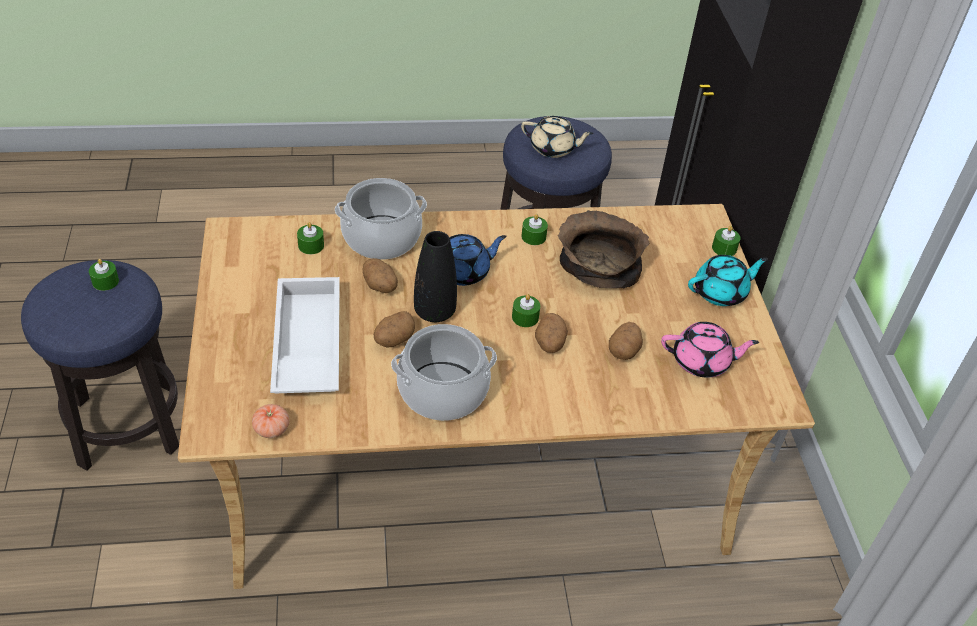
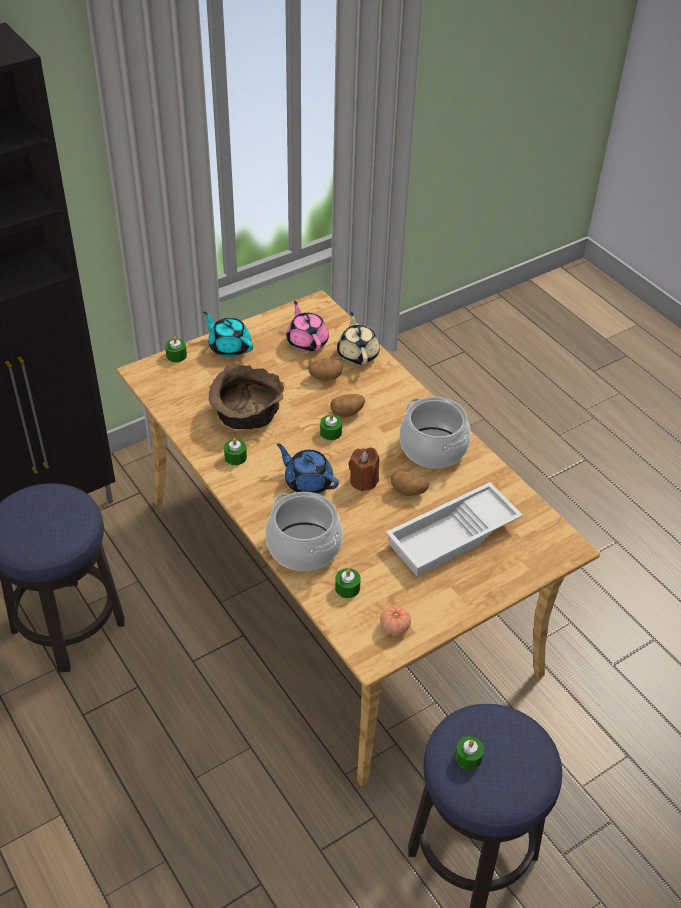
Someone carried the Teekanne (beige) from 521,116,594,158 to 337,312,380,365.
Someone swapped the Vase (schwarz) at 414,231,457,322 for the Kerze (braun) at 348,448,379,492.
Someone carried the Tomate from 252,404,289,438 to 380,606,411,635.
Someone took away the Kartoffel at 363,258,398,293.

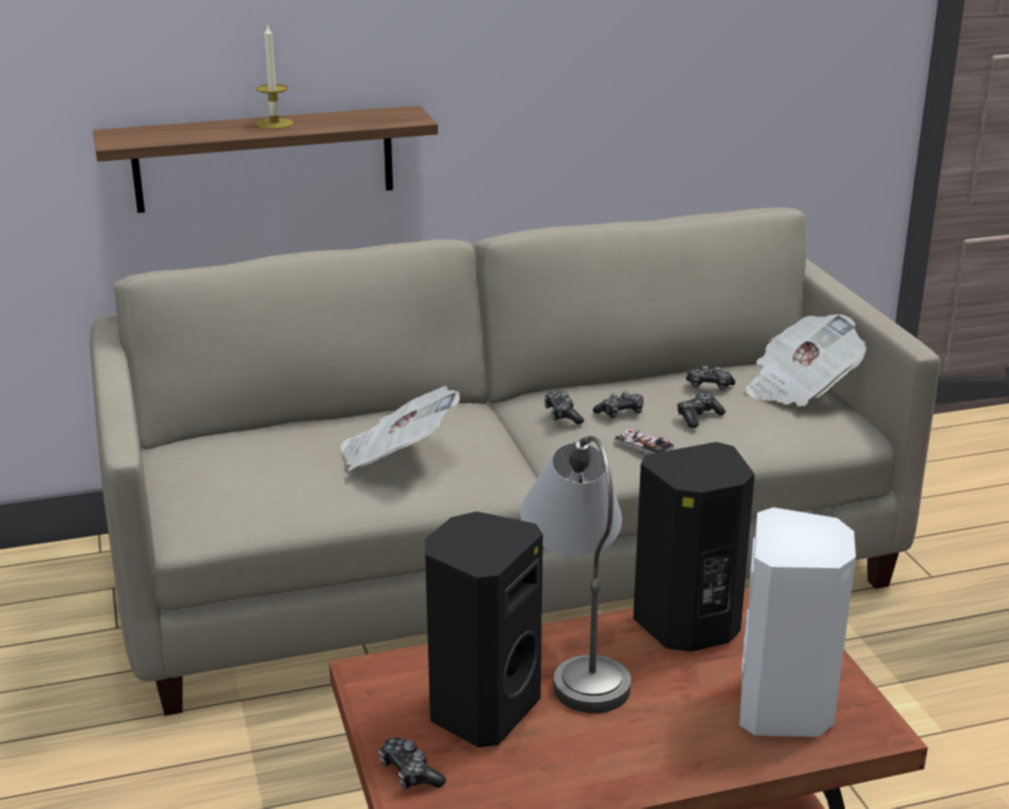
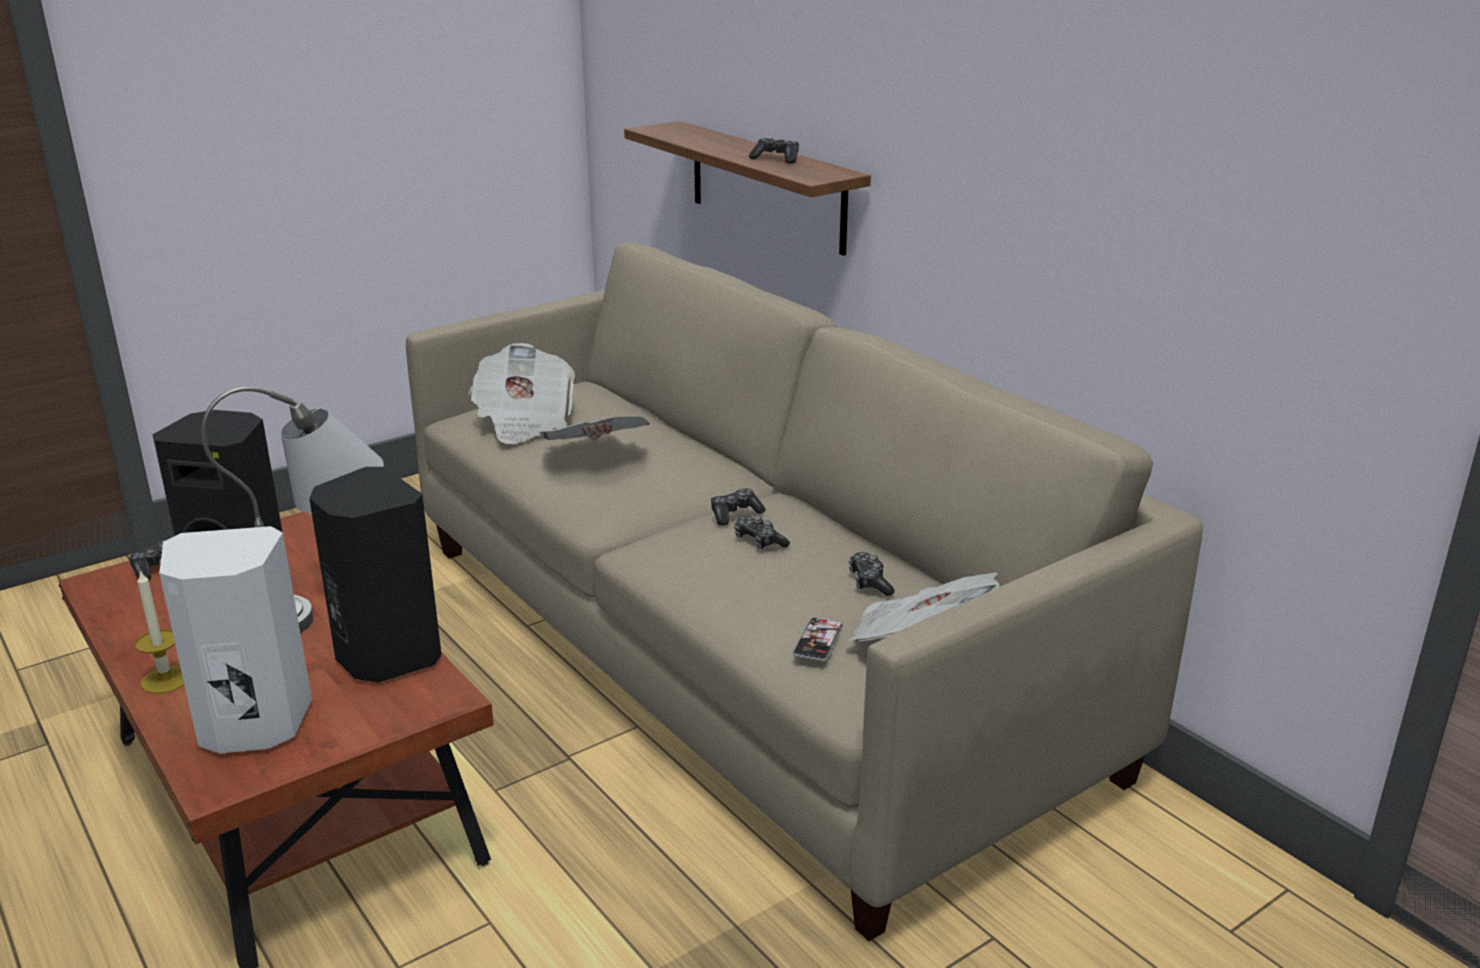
Someone carried the Kerze from 256,23,293,129 to 135,569,184,694.
Someone put down the Zeitung at 469,343,575,444.
Someone carried the Gamepad from 677,393,726,428 to 749,138,799,164.
Someone carried the Handy from 614,427,674,454 to 793,616,843,662.

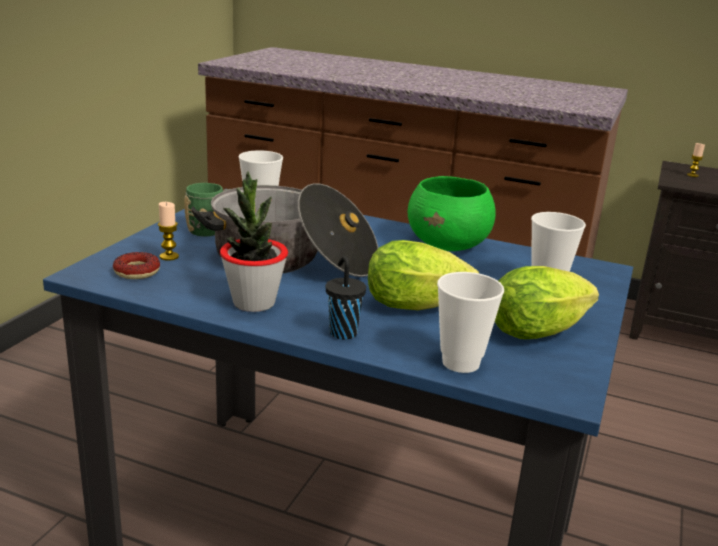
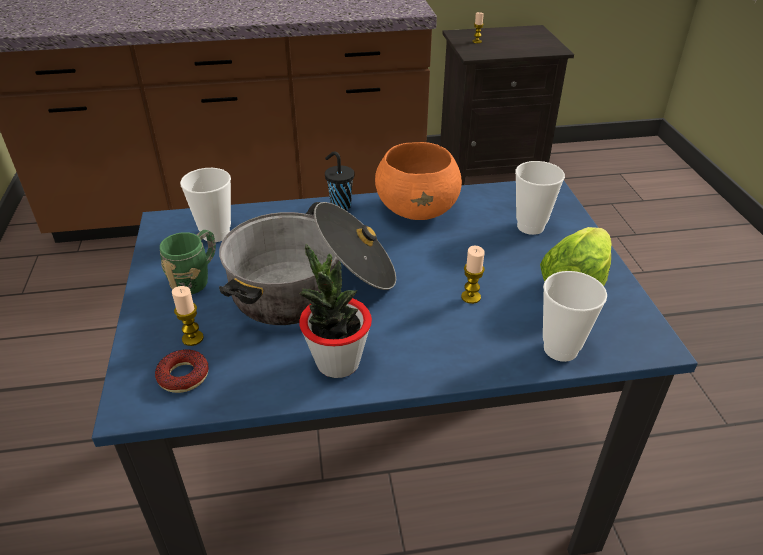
Someone carried the Tasse (schwarz) from 326,256,366,340 to 325,151,355,210.
Someone repainted the Schüssel (grün) at 407,176,496,251, which became the Schüssel (orange) at 375,142,462,220.
Someone swapped the Salatkopf at 368,240,479,310 for the Kerze at 461,246,485,304.

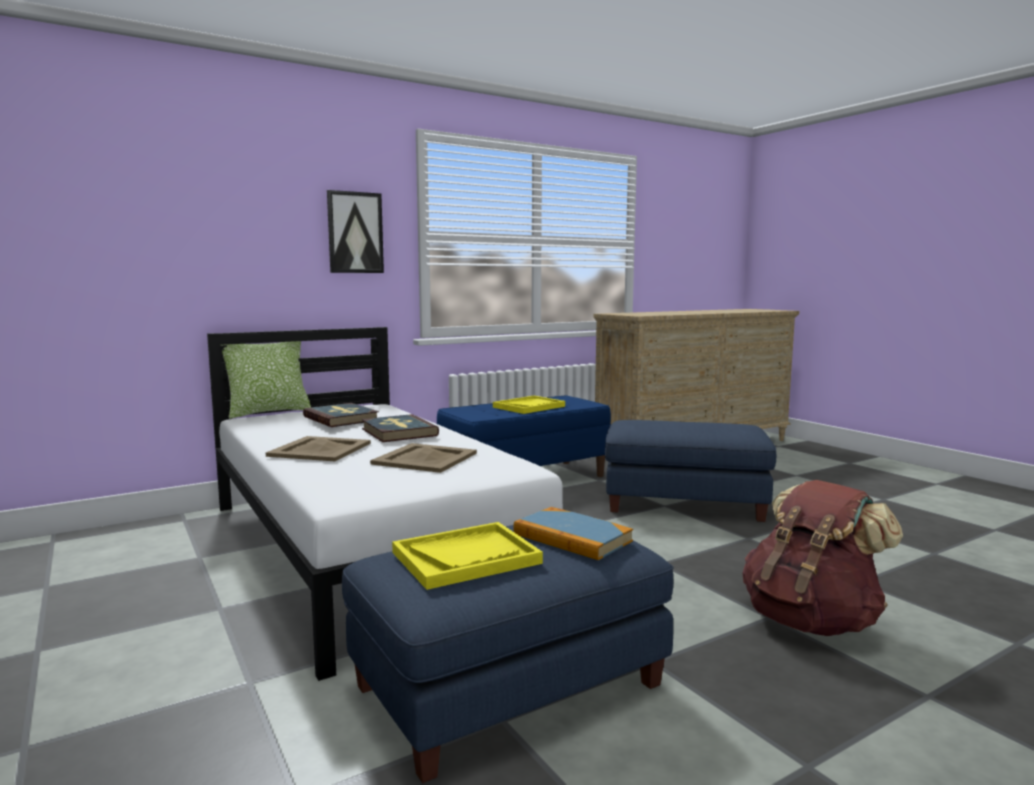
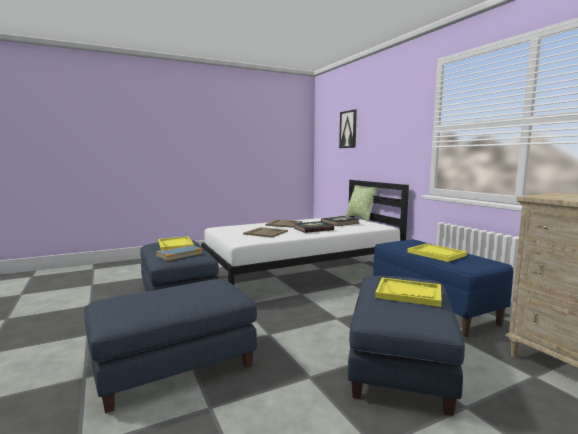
Someone swapped the Rucksack (braun) at 743,480,903,636 for the Polsterhocker (blau) at 84,279,257,413.
Someone carried the Bild from 327,190,384,273 to 339,109,357,148.
Someone put down the Tablett (gelb) at 375,278,442,307.

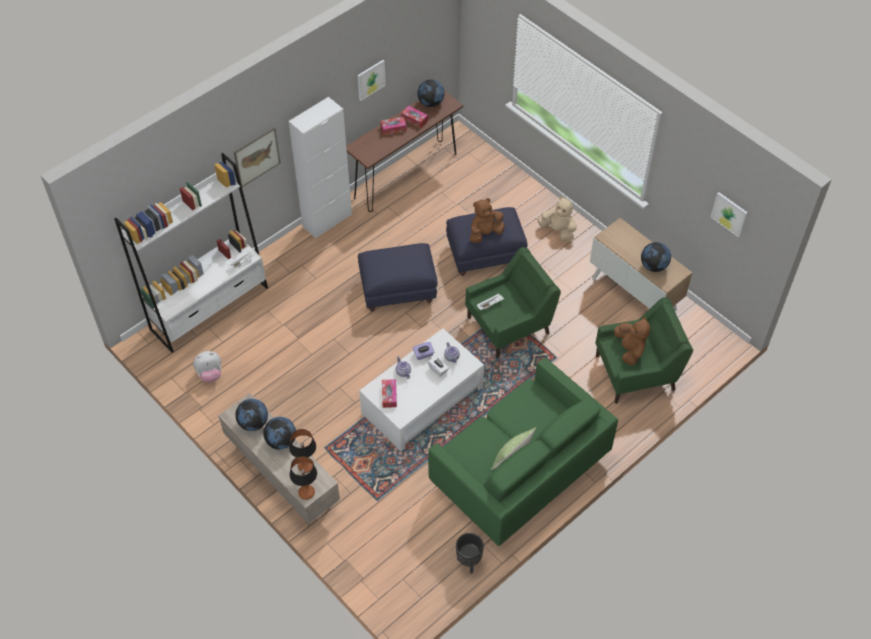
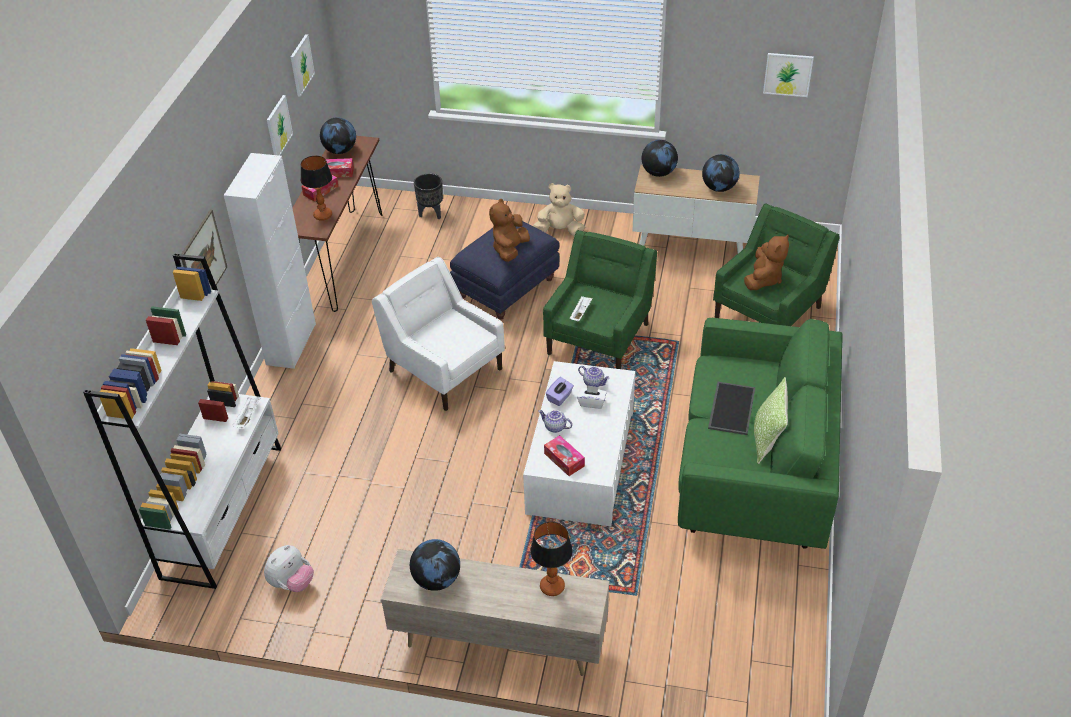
Someone put up the Bild at 291,34,315,97.
Someone carried the Tischlampe from 290,456,317,500 to 301,156,332,221.
Someone swapped the Polsterhocker (blau) at 358,243,438,312 for the Sessel (weiß) at 372,257,505,411.
Someone carried the Pflanzkübel (schwarz) from 456,533,484,574 to 414,173,443,219.
Someone carried the Globus from 263,417,296,449 to 642,140,678,177.
Someone put down the Tablett at 708,382,755,435.
Someone rotated the Plüschtier (braun) at 614,316,650,365 by 75 degrees clockwise.

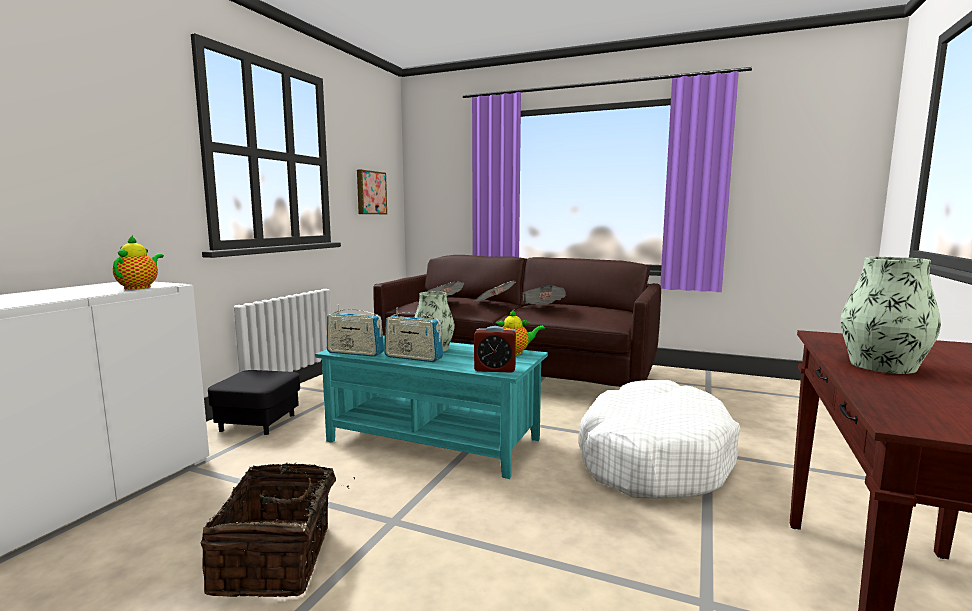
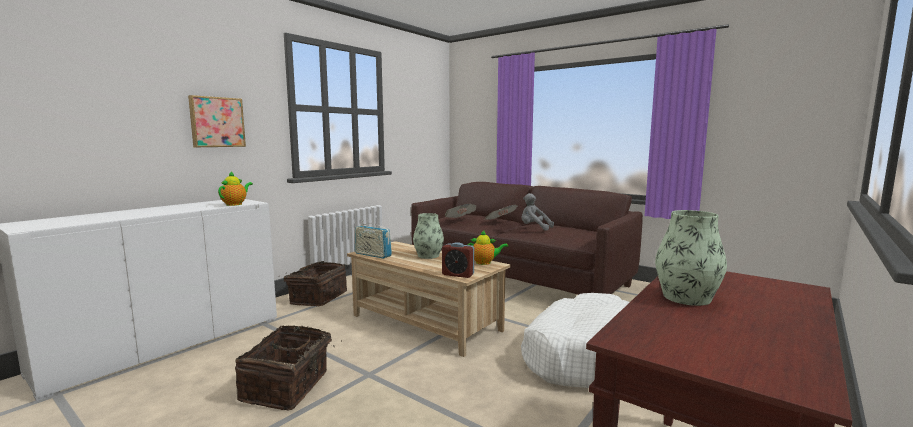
Someone carried the Bild from 357,169,387,214 to 188,95,246,147.
Someone swapped the Polsterhocker (schwarz) at 208,370,300,435 for the Korb at 279,261,347,306.
Someone repainted the Couchtisch (türkis) at 315,335,548,479, which became the Couchtisch (beige) at 347,241,510,357.
Someone swapped the Zeitung at 523,285,567,305 for the Plüschtier (grau) at 522,193,554,231.
Someone took away the Radio at 384,307,443,362.

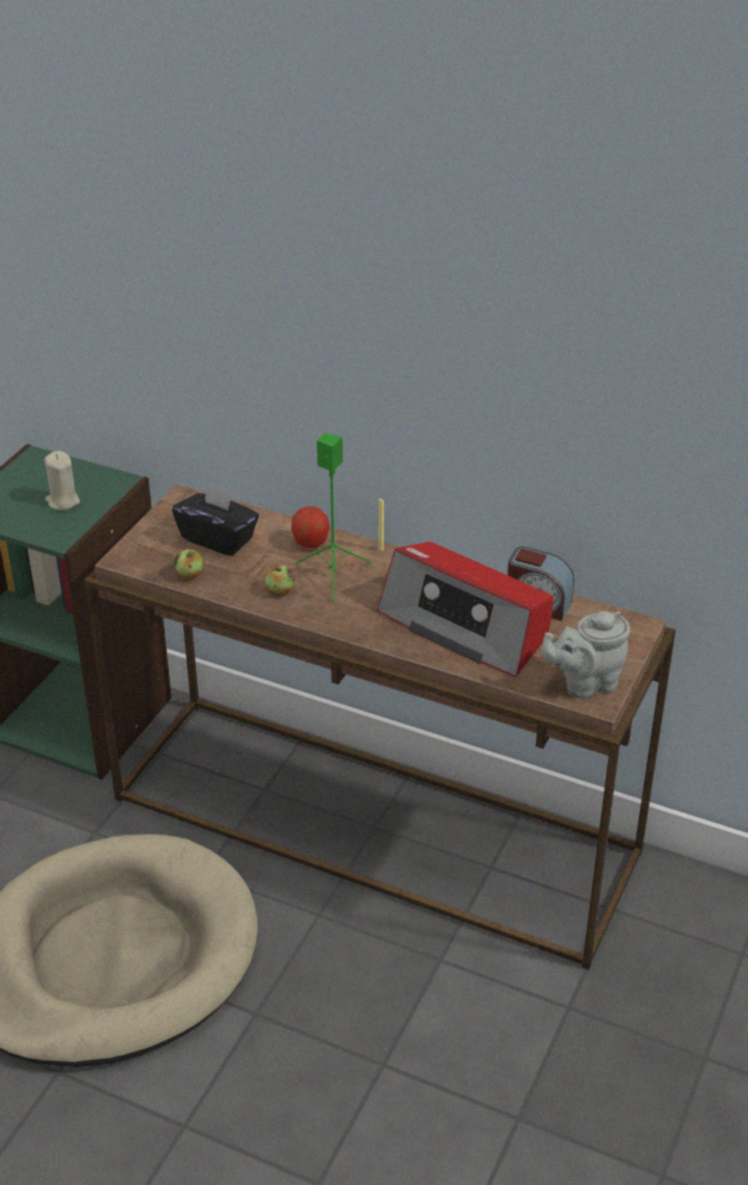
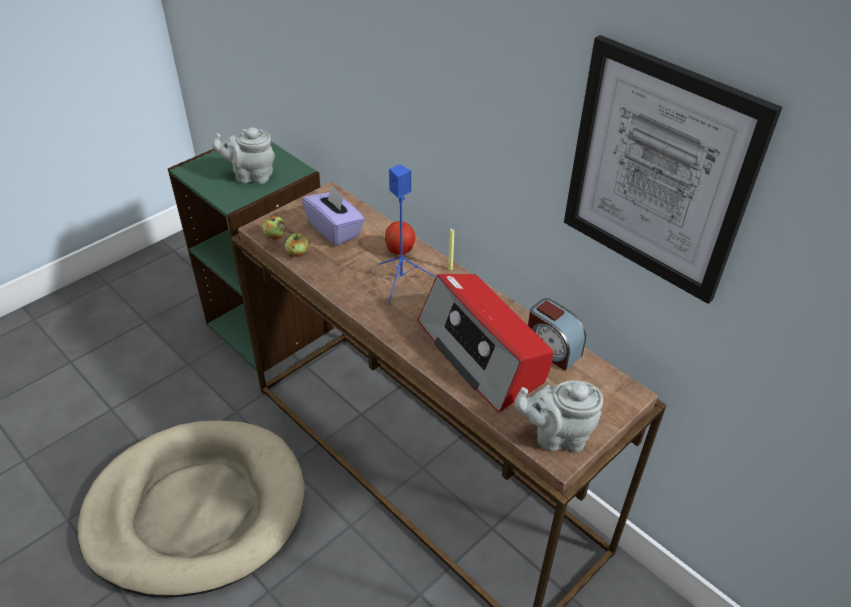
Someone swapped the Kerze (beige) at 44,451,80,511 for the Teekanne (grau) at 212,127,275,184.
Someone carried the Apfel from 265,565,295,596 to 262,216,286,240.
Someone repainted the Taschentuchbox (schwarz) at 172,482,259,556, which became the Taschentuchbox (lila) at 302,185,365,246.
Someone repainted the Lautsprecher (grün) at 295,433,372,604, which became the Lautsprecher (blau) at 379,164,436,305.
Someone put up the Bild at 564,35,782,304.

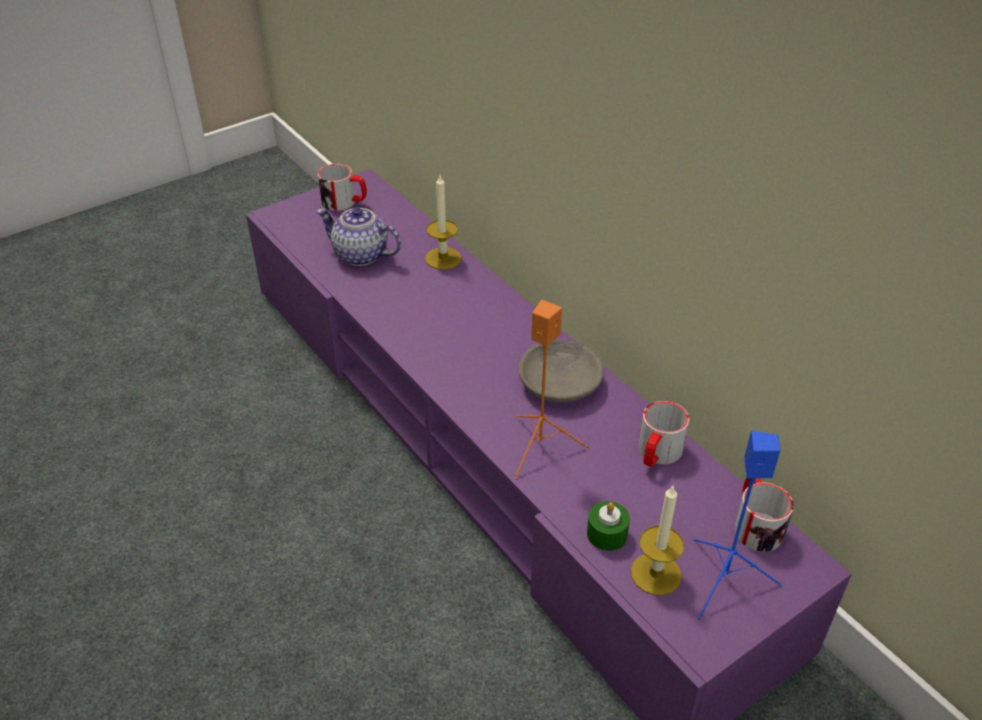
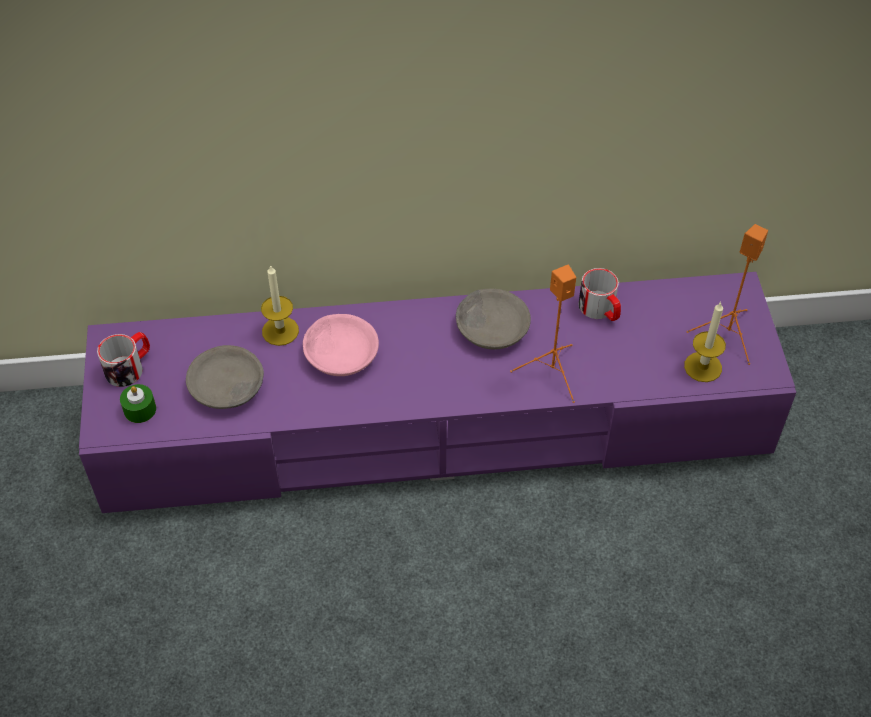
Someone carried the Kerze (grün) from 587,501,630,551 to 120,384,156,423.
Someone swapped the Teekanne at 316,208,401,266 for the Schüssel (grau) at 186,345,264,409.
Someone put down the Schüssel (rosa) at 303,314,379,376.
Someone repainted the Lautsprecher (blau) at 693,431,782,620, which became the Lautsprecher (orange) at 687,224,768,365.
Someone took away the Henkelbecher at 734,478,794,552.

